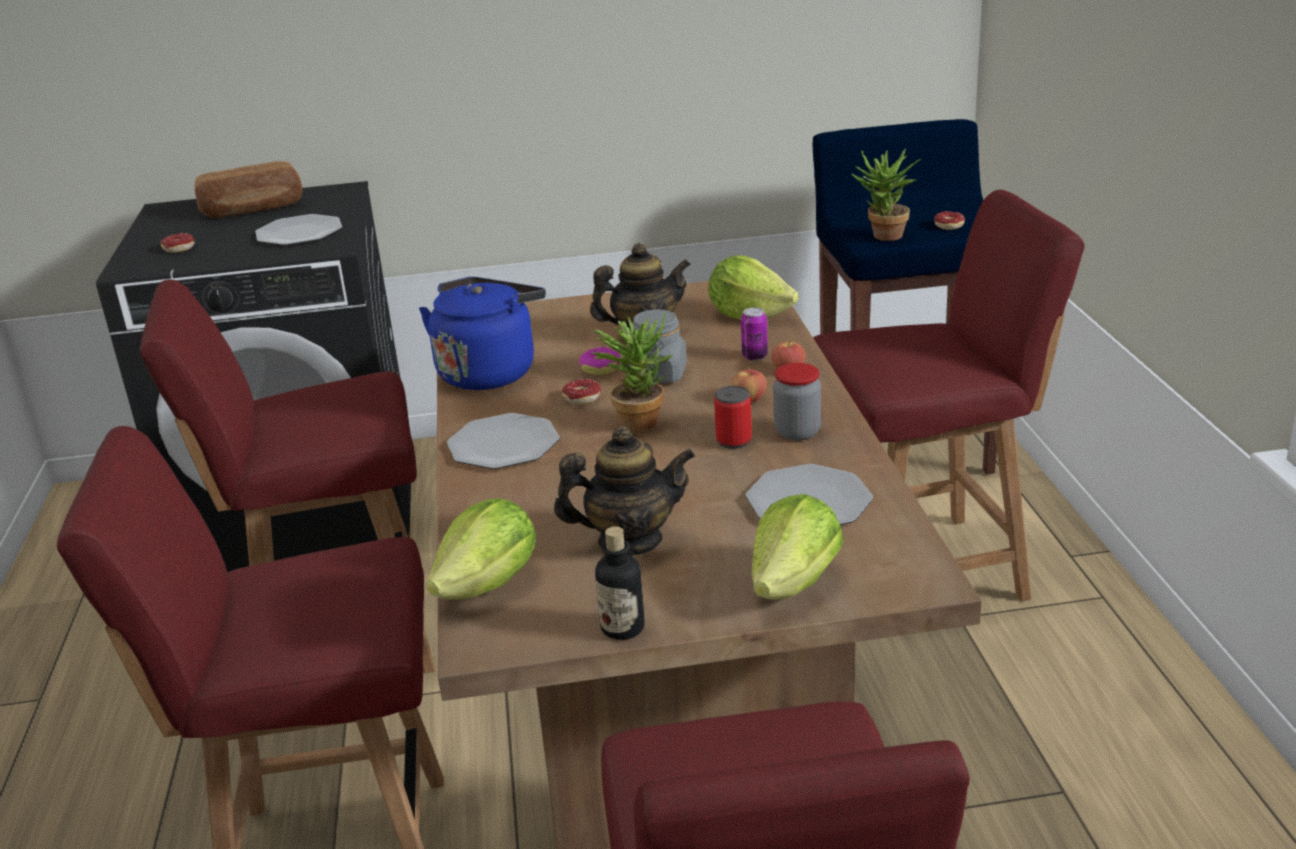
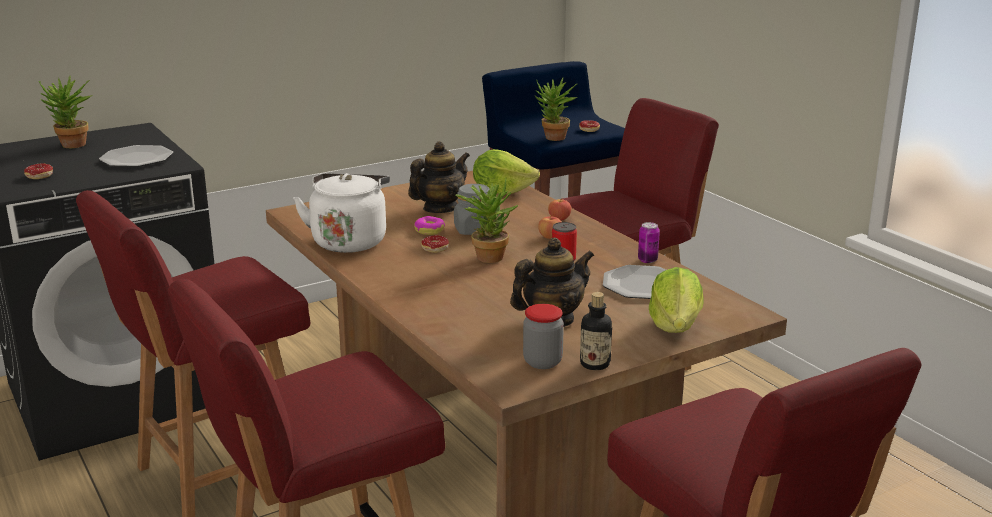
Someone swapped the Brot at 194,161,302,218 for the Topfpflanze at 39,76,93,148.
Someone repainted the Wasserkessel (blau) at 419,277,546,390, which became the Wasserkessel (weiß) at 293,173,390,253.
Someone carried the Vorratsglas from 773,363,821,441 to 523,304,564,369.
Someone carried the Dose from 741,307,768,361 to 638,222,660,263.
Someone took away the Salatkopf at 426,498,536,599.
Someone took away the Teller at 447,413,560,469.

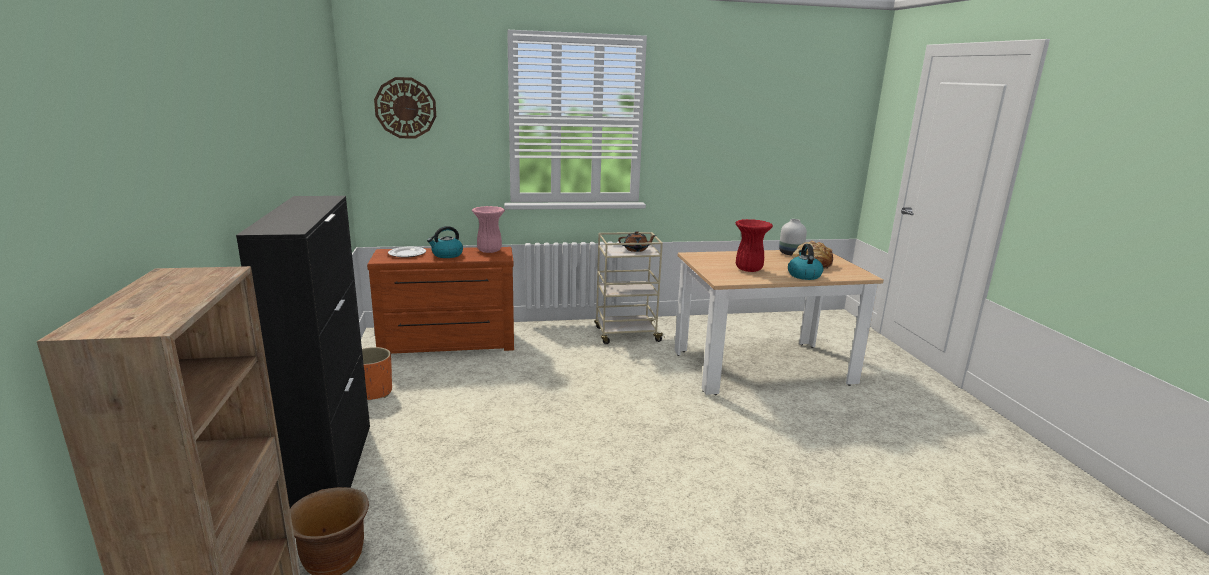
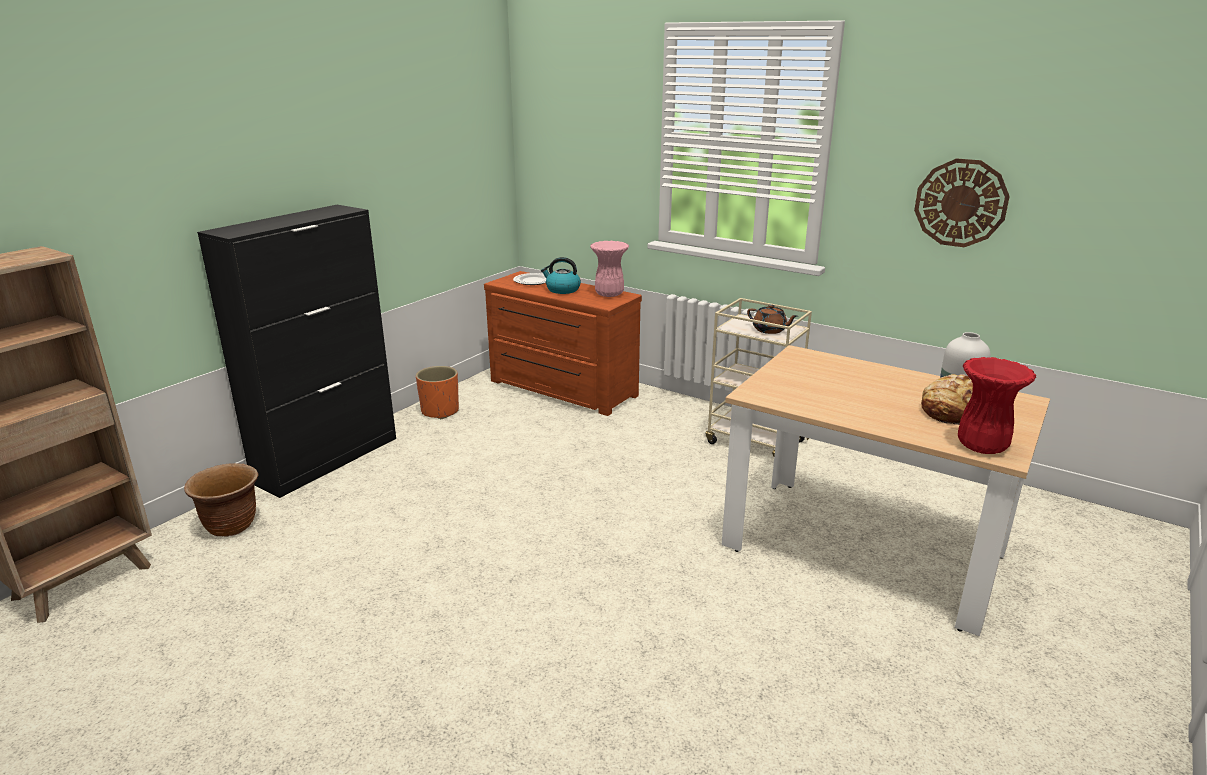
Someone carried the Wanduhr from 374,77,436,139 to 914,158,1010,247.
Someone carried the Vase (rot) from 735,219,773,272 to 958,357,1036,454.
Someone took away the Wasserkessel at 788,244,823,280.

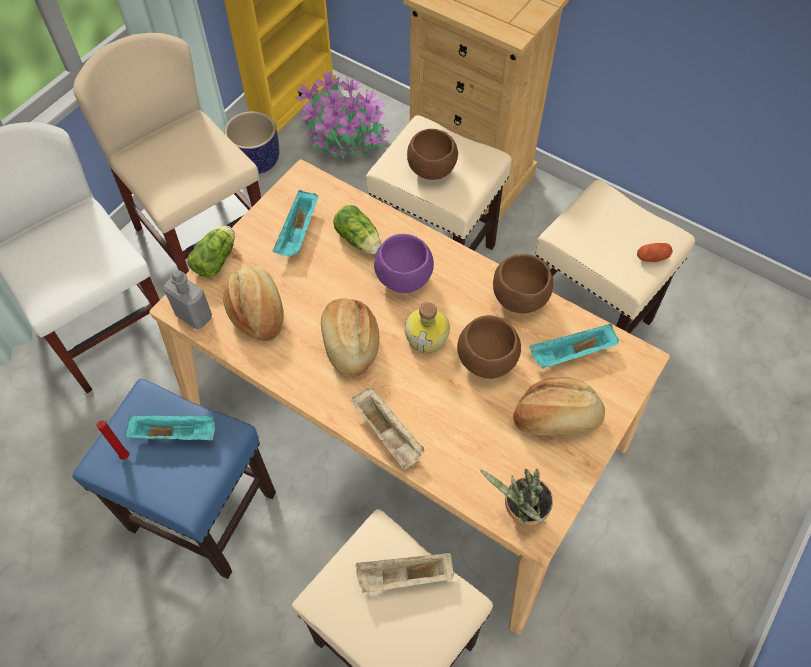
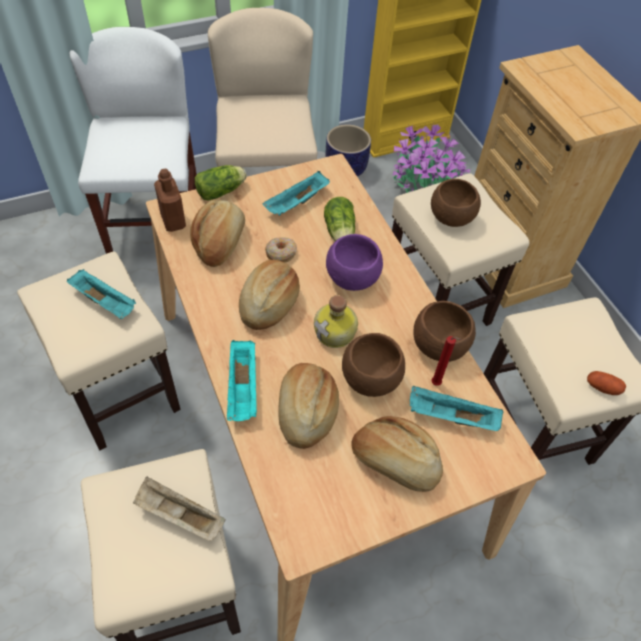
Someone repainted the Hocker (blau) at 72,379,276,579, which became the Hocker (beige) at 17,252,181,450.
Someone repainted the Flasche (grau) at 164,270,212,329, which became the Flasche (braun) at 154,168,186,232.
Someone repainted the Tablett (beige) at 351,388,425,470, which became the Tablett (türkis) at 227,340,257,421.
Someone put down the Donut at 265,237,297,262.
Someone put down the Brot at 278,363,339,449.
Someone carried the Kerze (rot) from 96,420,129,460 to 432,336,462,386.
Someone took away the Topfpflanze at 479,468,553,527.

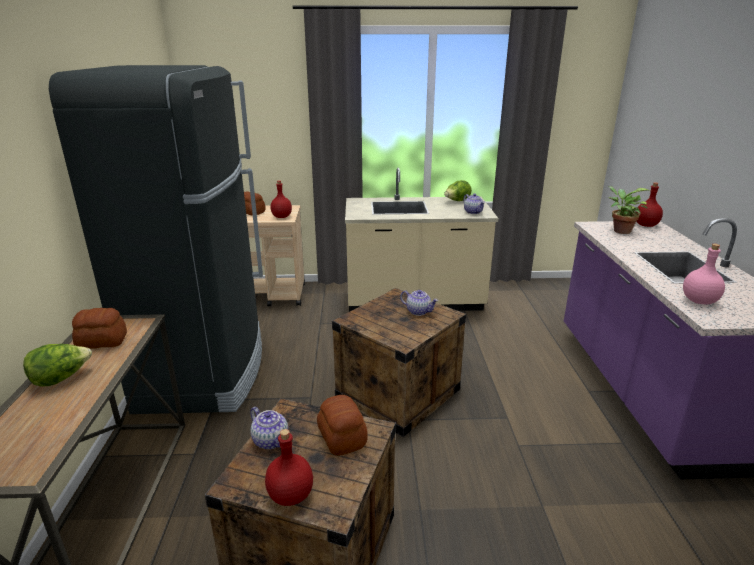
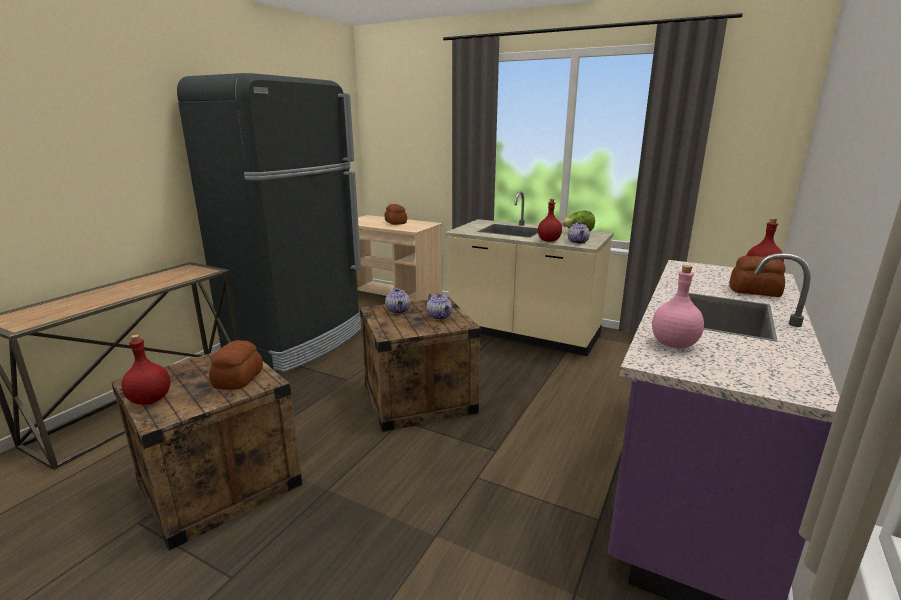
Someone carried the Teekanne from 250,407,288,449 to 385,288,410,314.
Someone carried the Flasche (rot) from 271,180,292,218 to 538,199,562,242.
Someone carried the Brot from 72,308,127,349 to 729,256,786,297.
Someone took away the Salatkopf at 23,344,92,387.
Someone took away the Topfpflanze at 608,186,650,234.

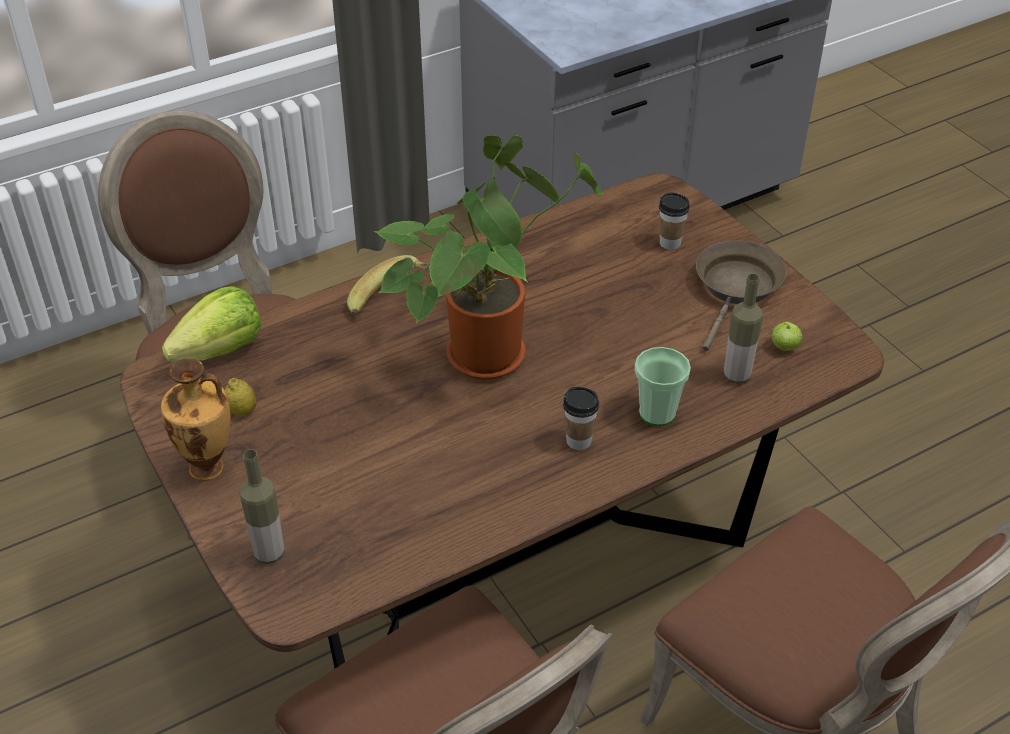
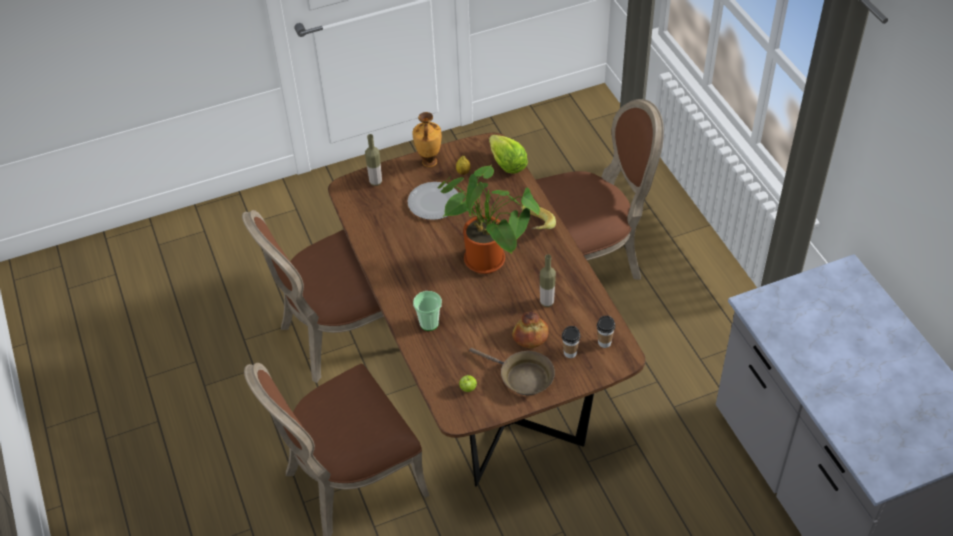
Someone put down the Teller at 407,182,458,220.
Someone put down the Brot at 512,312,549,348.
Someone carried the Flasche from 724,274,763,384 to 540,254,556,307.
Someone carried the Tasse from 563,387,599,450 to 597,316,615,348.

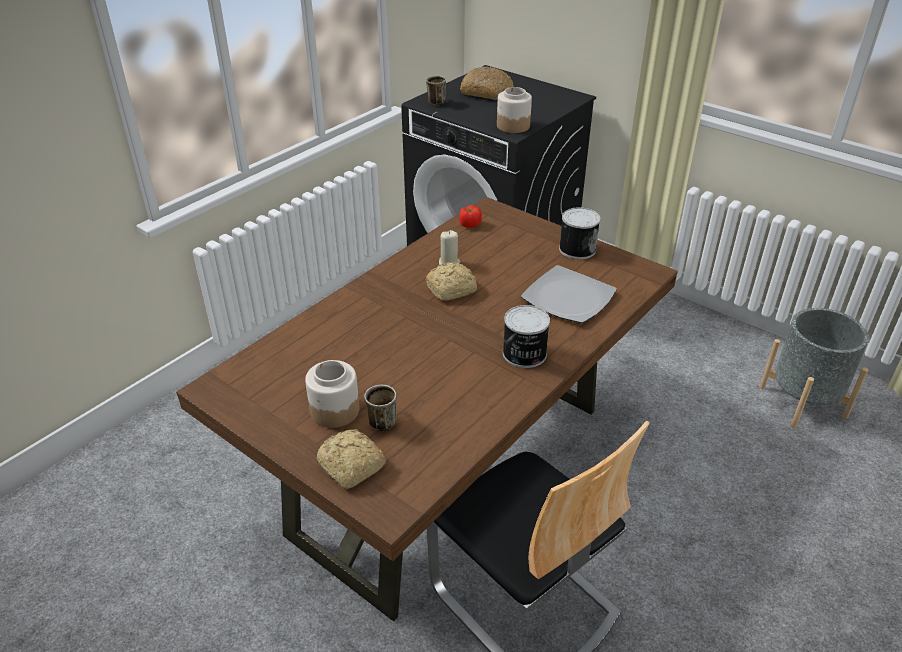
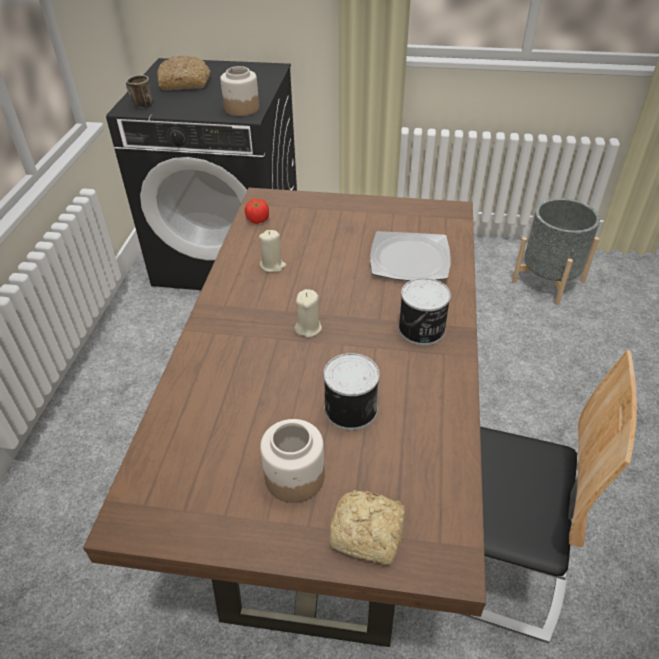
Someone put down the Kerze (beige) at 294,289,322,338.
Someone carried the Dose from 559,207,600,259 to 323,353,380,430.
Someone took away the Henkelbecher at 364,385,397,431.
Someone took away the Brot at 426,262,477,301.

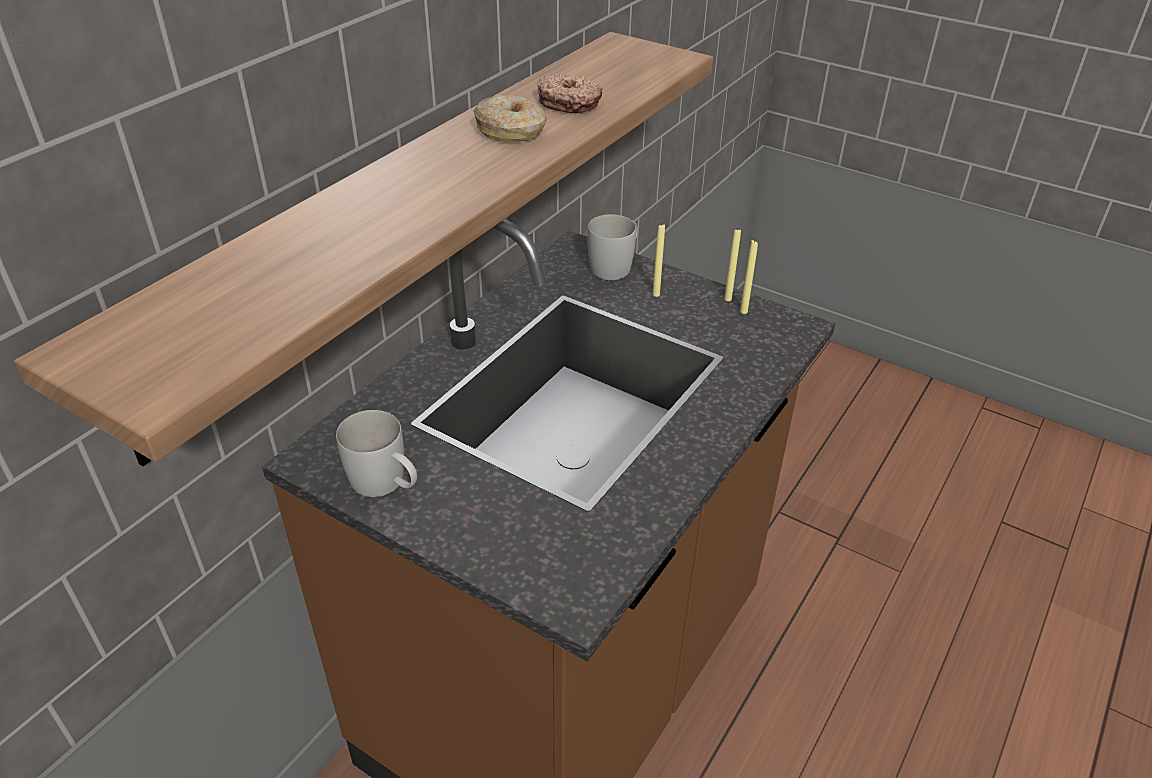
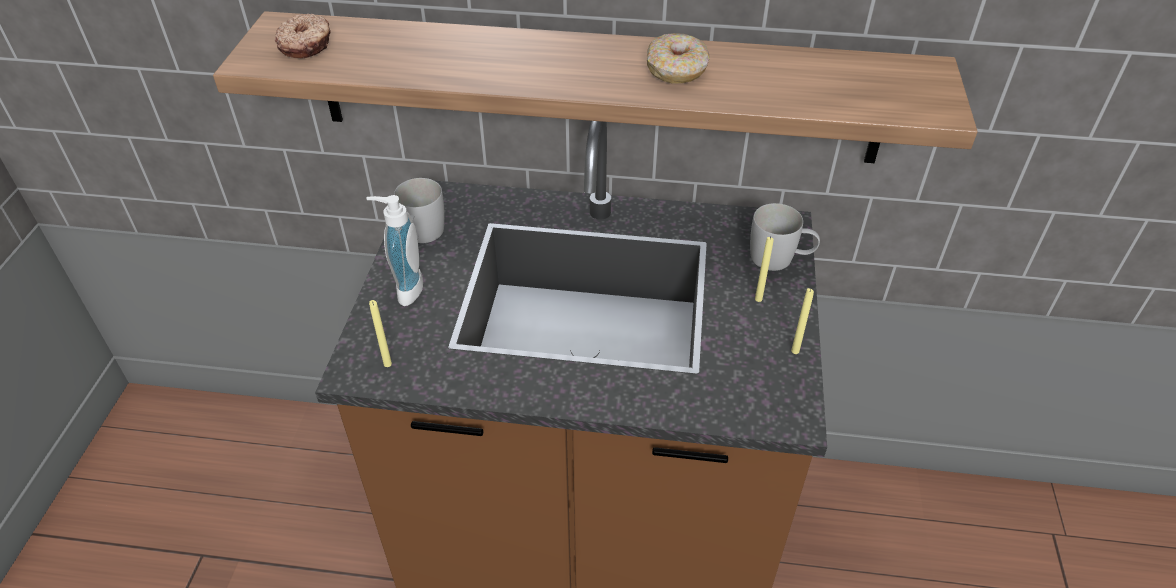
Someone carried the Donut from 537,74,603,113 to 275,14,331,59.
Someone put down the Seifenspender at 366,195,423,306.
Someone carried the Kerze (gelb) from 740,240,758,314 to 369,300,392,367.

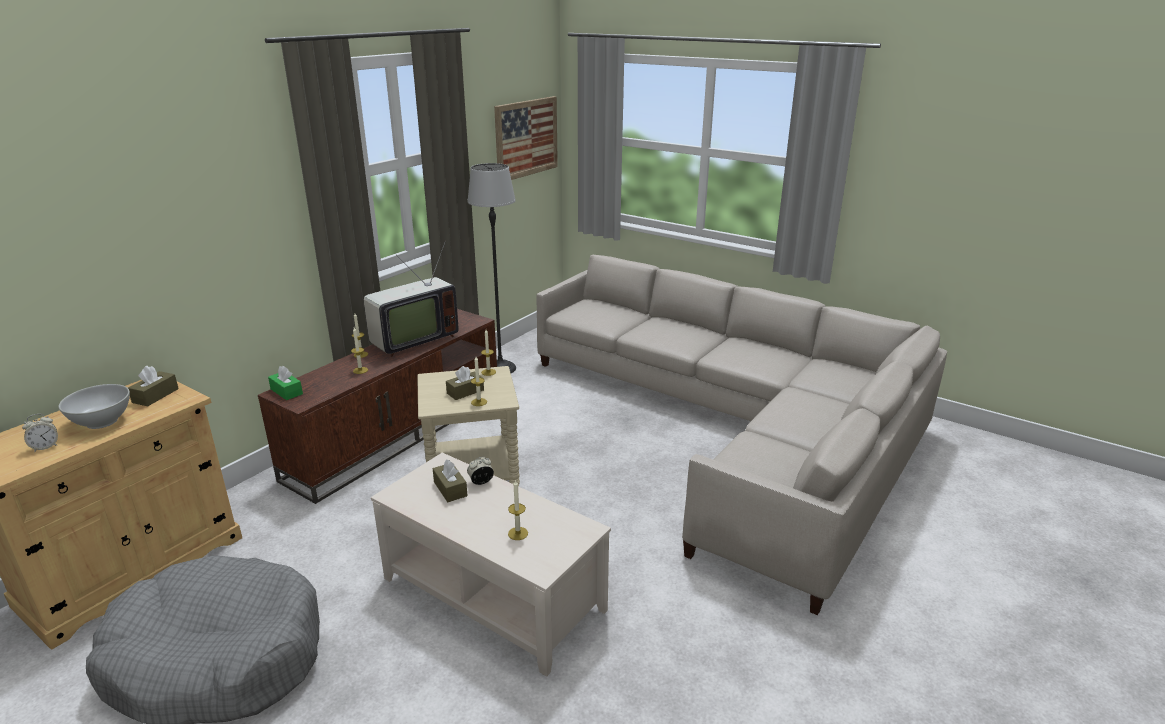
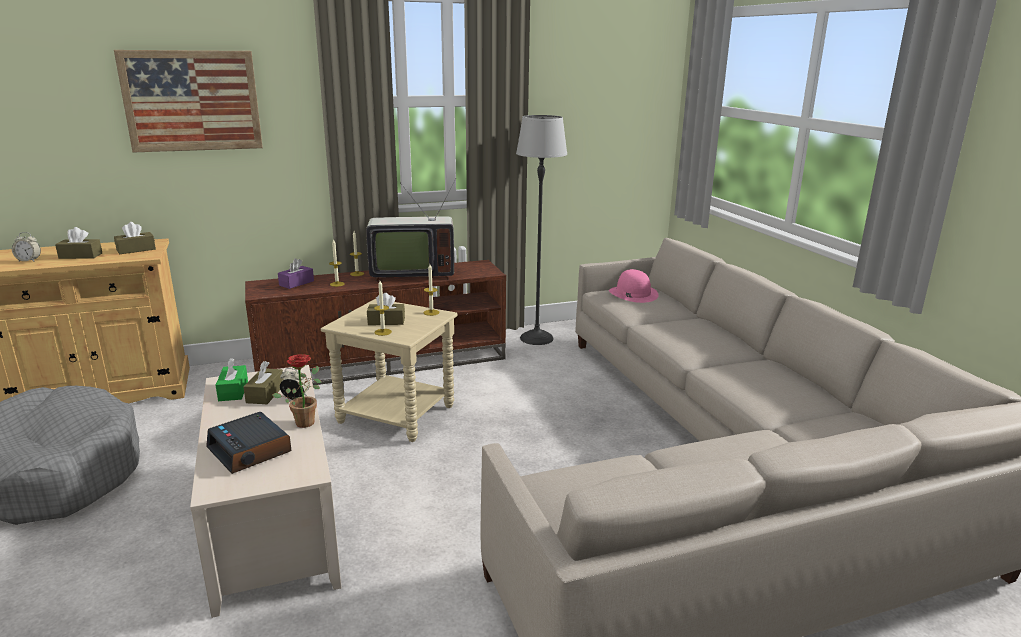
Someone swapped the Schüssel (weiß) at 58,384,130,429 for the Taschentuchbox (braun) at 55,227,102,259.
Someone carried the Bild from 494,96,558,180 to 114,50,263,152.
Someone swapped the Kerze at 508,479,528,540 for the Wecker at 206,412,291,474.
Someone carried the Taschentuchbox (grün) from 268,366,303,400 to 216,358,248,401.
Someone put down the Topfpflanze at 272,354,322,428.
Someone put down the Taschentuchbox (lila) at 278,258,314,289.
Someone put down the Hut (rosa) at 609,269,659,303.

